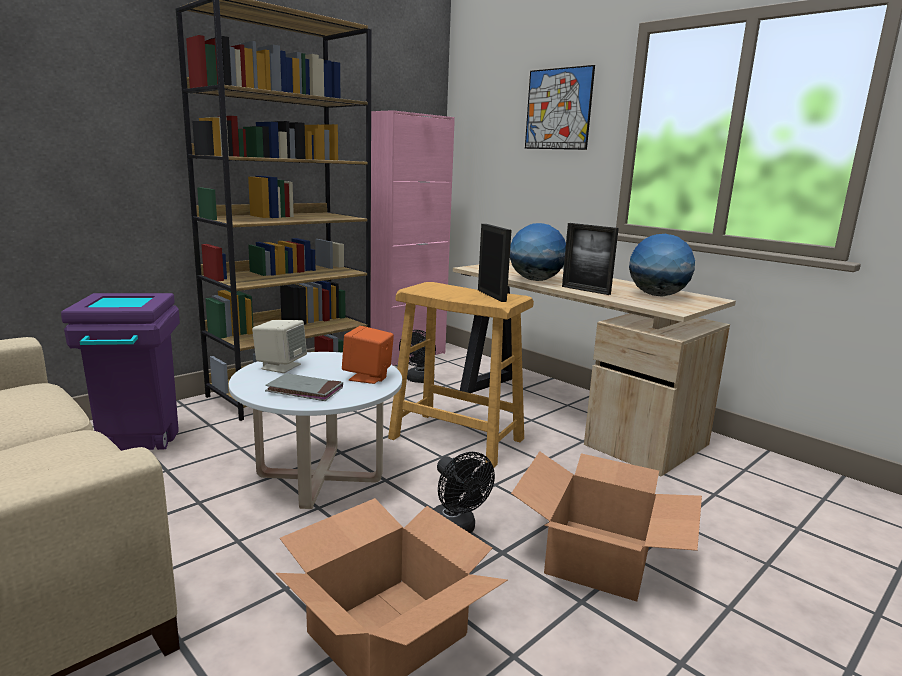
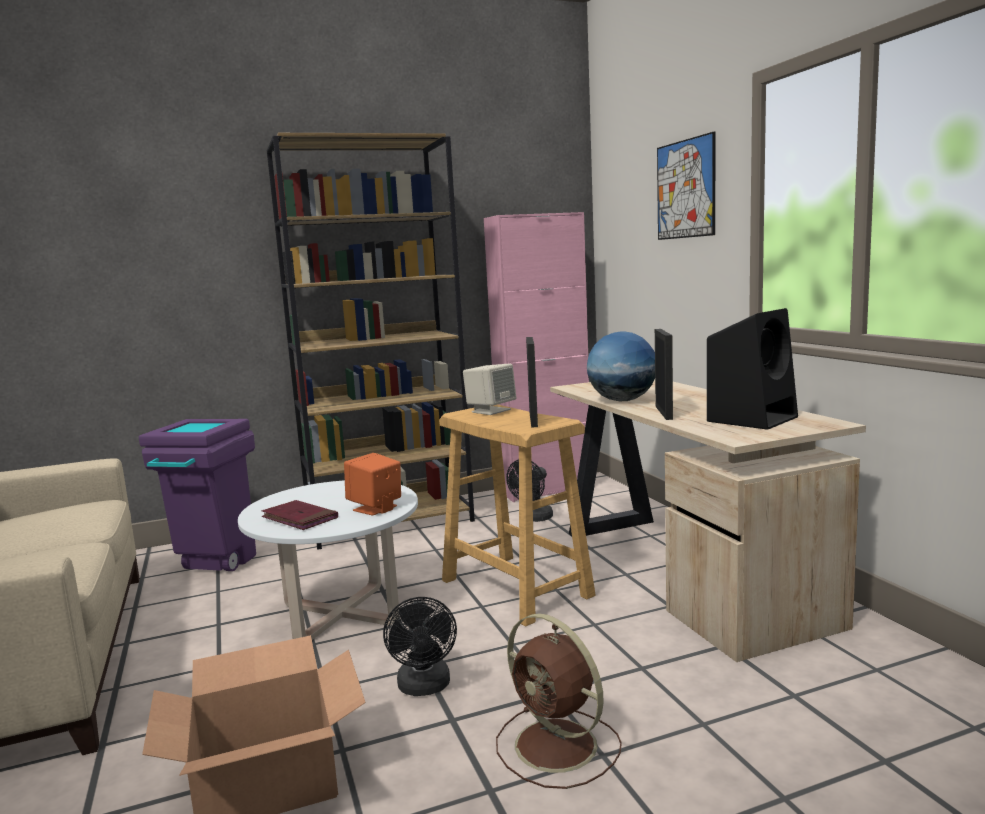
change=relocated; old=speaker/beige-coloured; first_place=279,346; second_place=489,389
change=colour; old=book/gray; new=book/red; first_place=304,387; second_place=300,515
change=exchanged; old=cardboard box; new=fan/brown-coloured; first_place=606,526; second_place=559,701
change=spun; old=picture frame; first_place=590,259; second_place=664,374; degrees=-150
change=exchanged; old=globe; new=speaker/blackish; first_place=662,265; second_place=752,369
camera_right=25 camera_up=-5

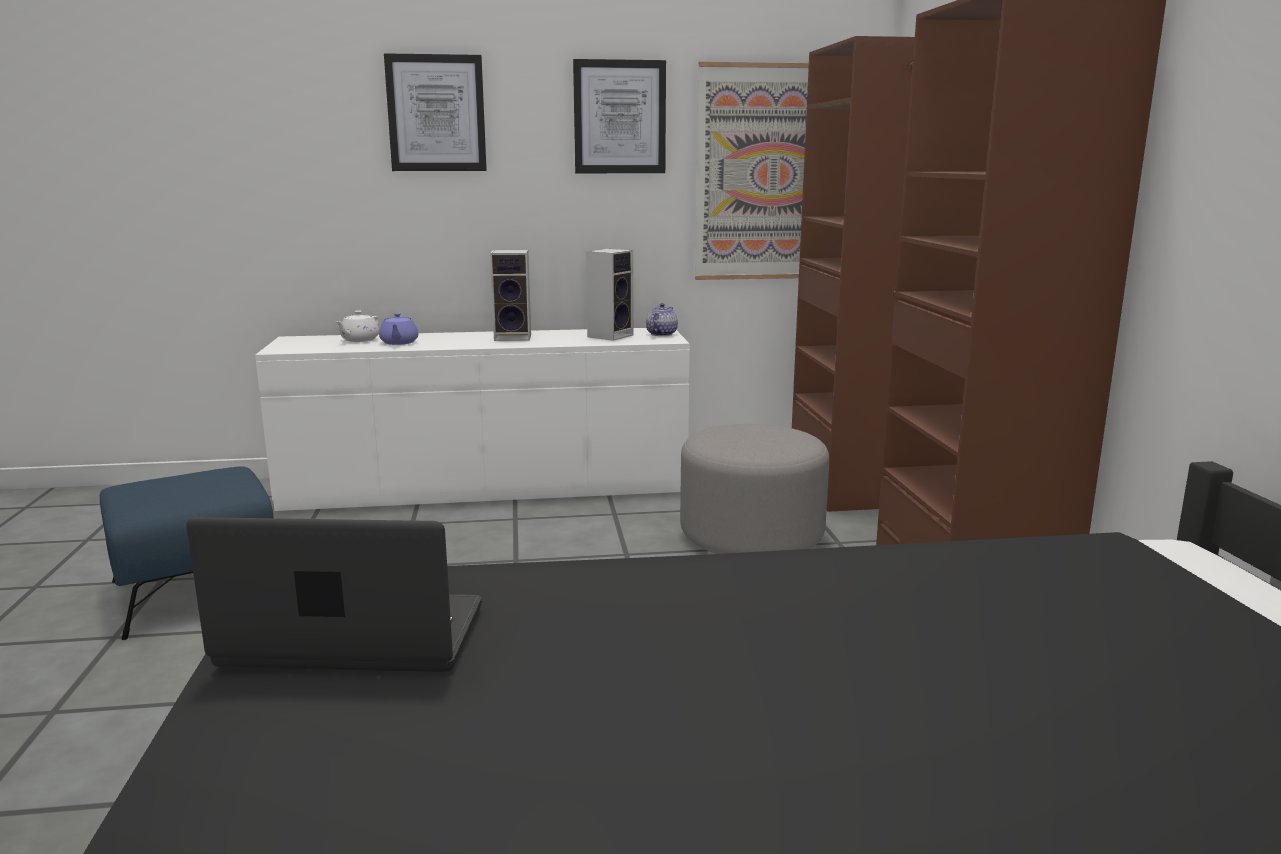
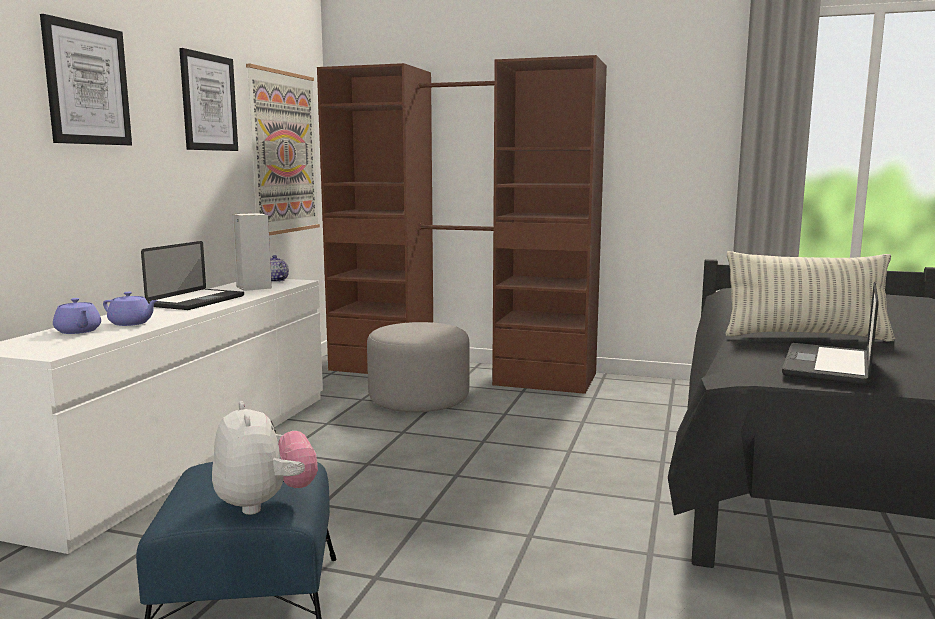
change=colour; old=tea pot/white; new=tea pot/purple-coloured; first_place=357,326; second_place=77,316
change=exchanged; old=speaker; new=laptop; first_place=510,295; second_place=192,275
change=appeared; new=cuddly toy; second_place=265,458
change=appeared; new=throw pillow; second_place=810,296
camera_right=-65 camera_up=-5

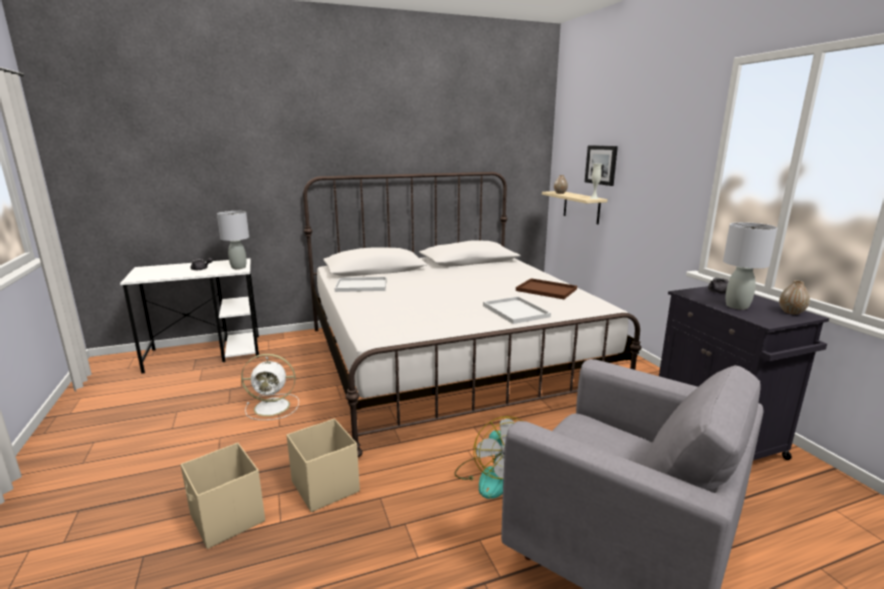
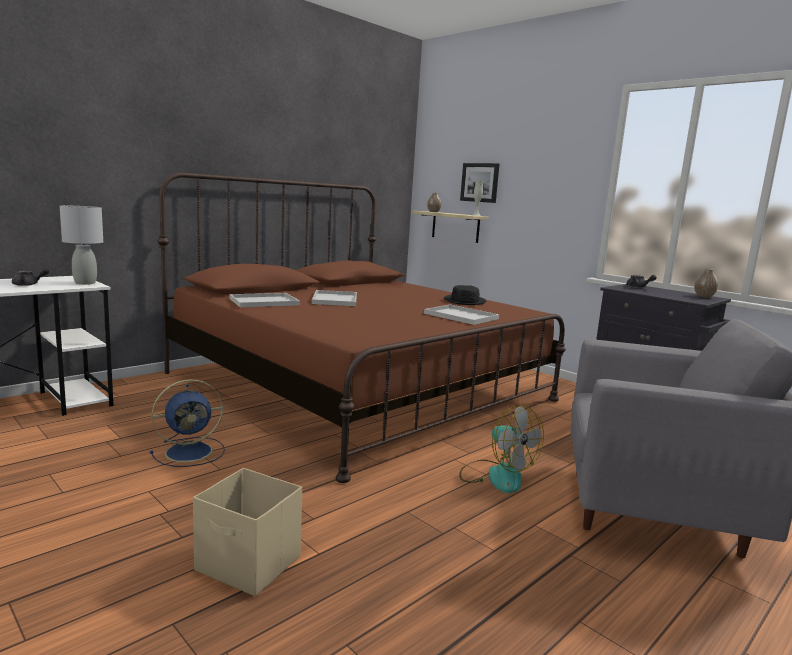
change=colour; old=fan/white; new=fan/blue; first_place=270,387; second_place=187,423
change=missing; old=storage container/beige-coloured; first_place=323,465
change=colour; old=sleeping bed/white; new=sleeping bed/brown-coloured; first_place=472,314; second_place=361,328
change=exchanged; old=serving tray/brown-coloured; new=clothing hat/blackish; first_place=546,288; second_place=465,295
change=missing; old=table lamp/gray; first_place=750,266
change=appeared; new=serving tray/white; second_place=334,298
camera_right=-25 camera_up=-5

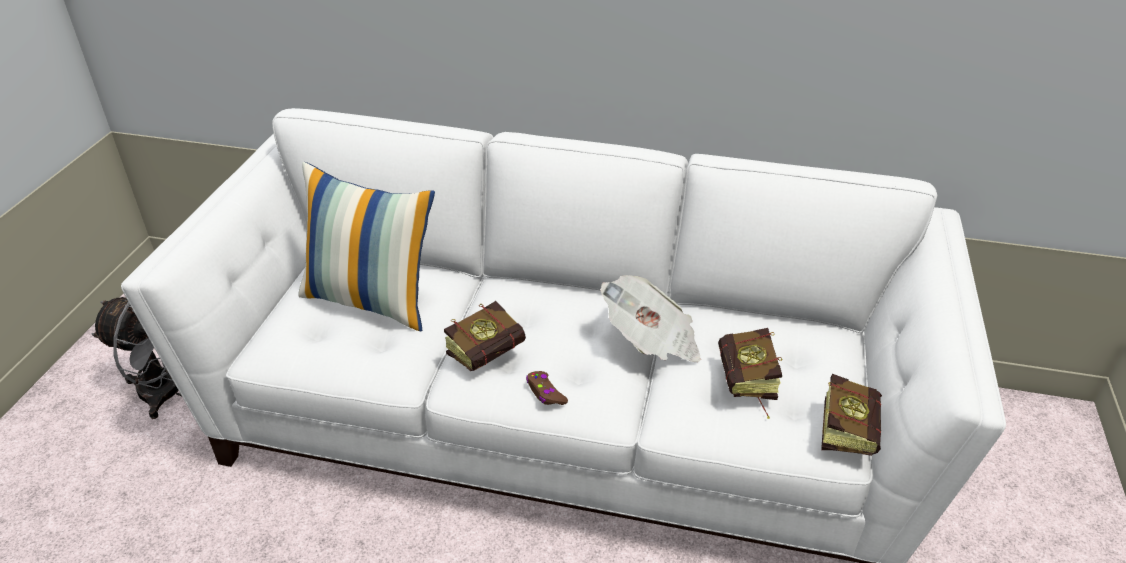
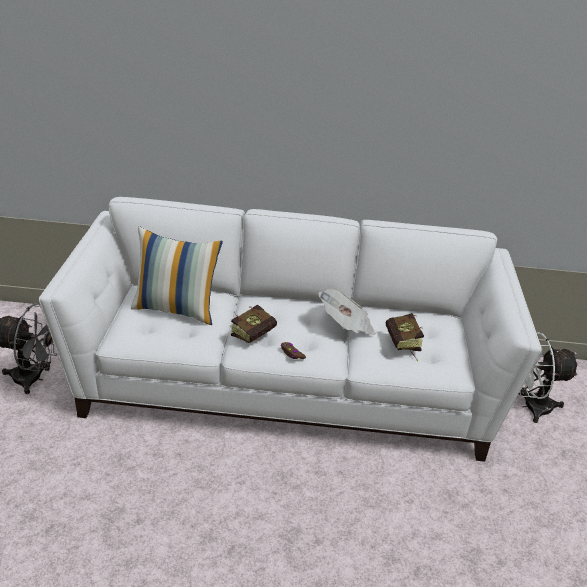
change=missing; old=book; first_place=851,415
change=appeared; new=fan/white; second_place=549,377
camera_right=-10 camera_up=-5

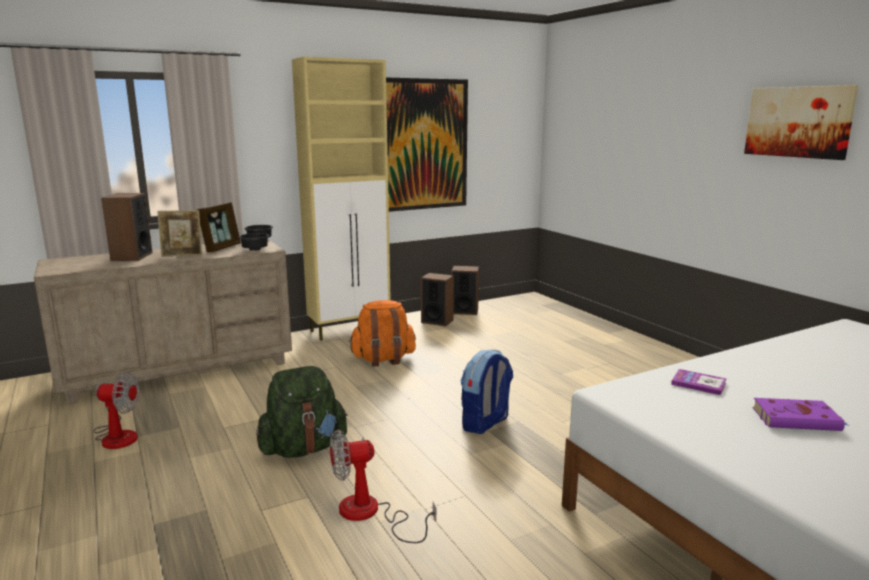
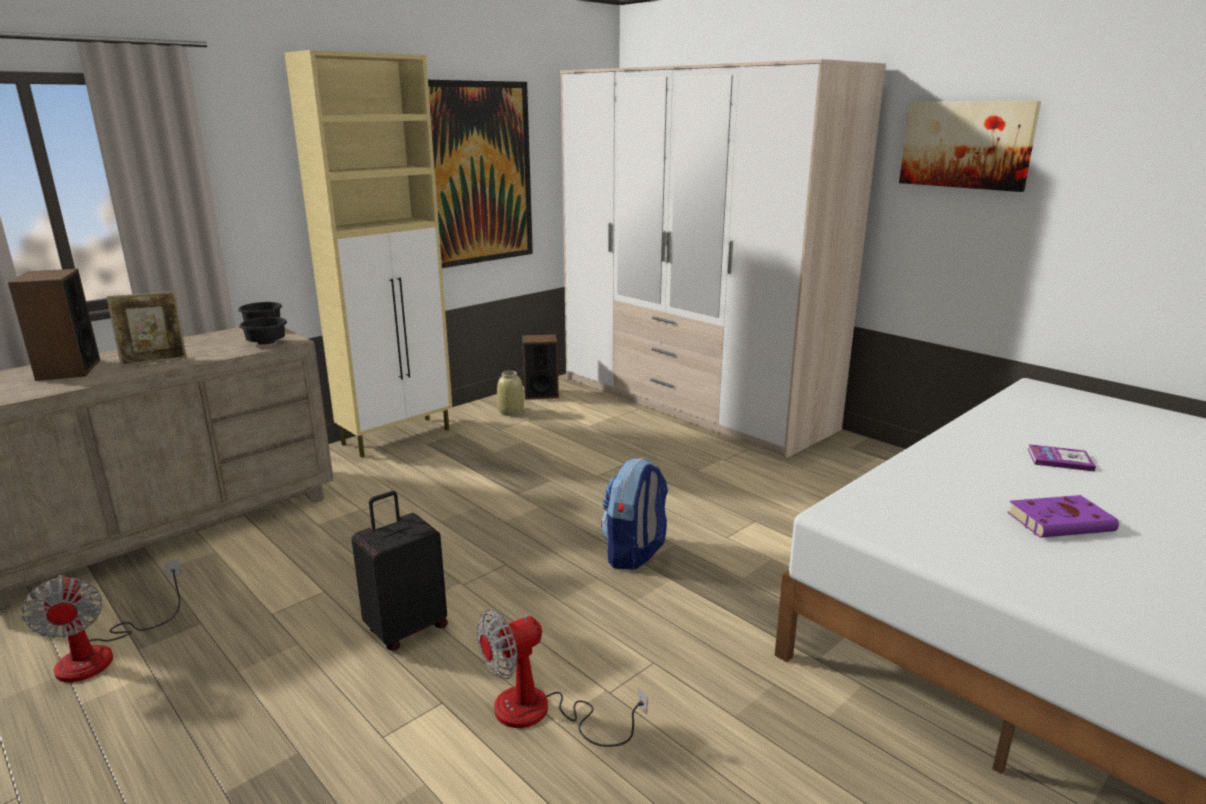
change=spun; old=fan; first_place=116,410; second_place=101,621; degrees=75
change=missing; old=picture frame; first_place=219,227
change=exchanged; old=knapsack/green; new=piece of luggage/blackish; first_place=302,412; second_place=399,571
change=missing; old=knapsack/orange-coloured; first_place=382,333
change=exchanged; old=speaker; new=decorative vase/beige-coloured; first_place=437,299; second_place=510,393
change=relocated; old=book; first_place=699,382; second_place=1062,458
change=appeared; new=clothes cupboard; second_place=723,259
camera_right=-15 camera_up=5

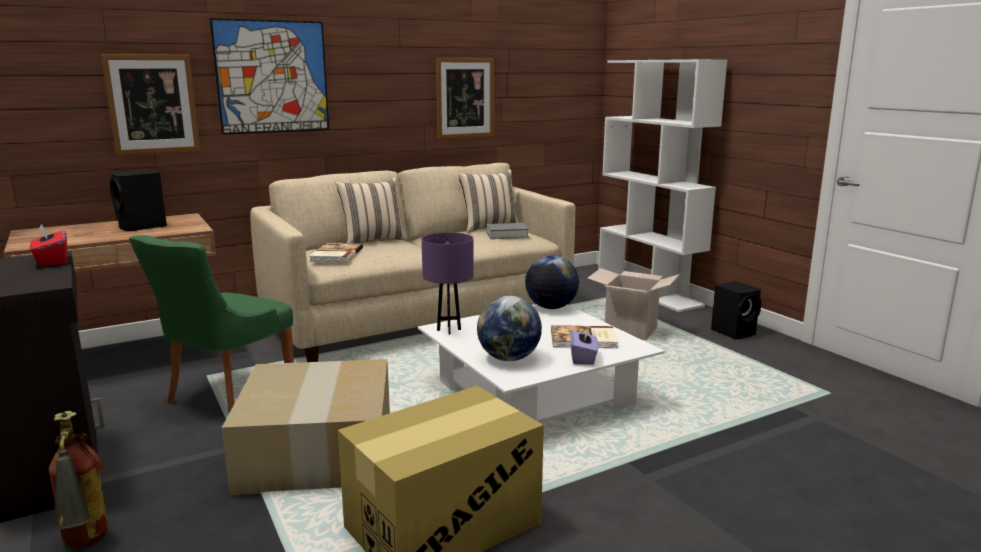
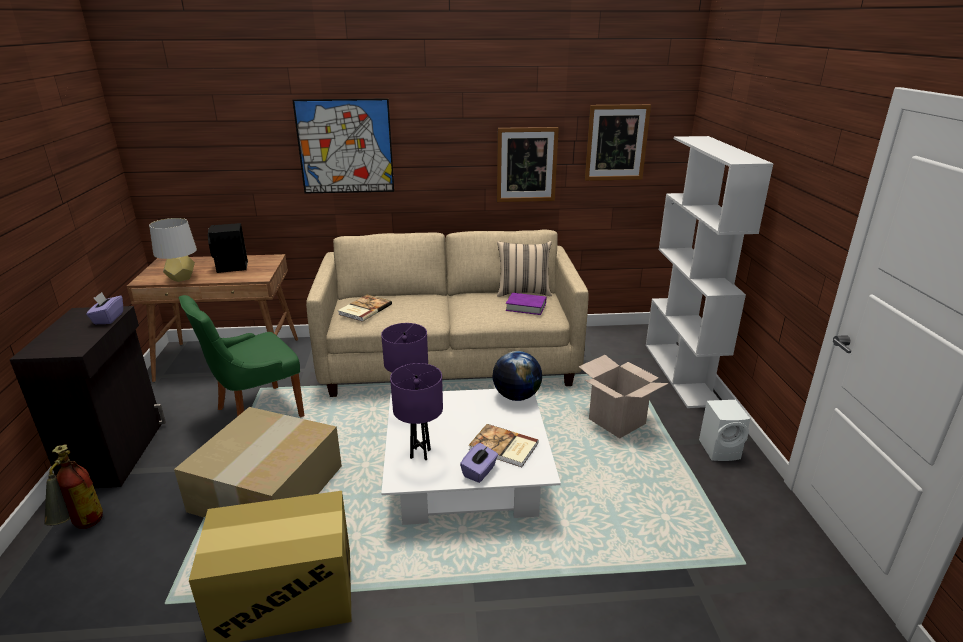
change=colour; old=tissue holder/red; new=tissue holder/purple-coloured; first_place=48,245; second_place=104,308
change=relocated; old=wall picture; first_place=150,104; second_place=618,142
change=missing; old=throw pillow/beige-coloured; first_place=371,210
change=exchanged; old=globe; new=table lamp/purple-coloured; first_place=509,328; second_place=416,411
change=colour; old=book/gray; new=book/purple-coloured; first_place=507,231; second_place=526,304
change=colour; old=speaker/blackish; new=speaker/white; first_place=736,310; second_place=725,430
change=appeared; new=table lamp/gray; second_place=173,250
camera_right=25 camera_up=10

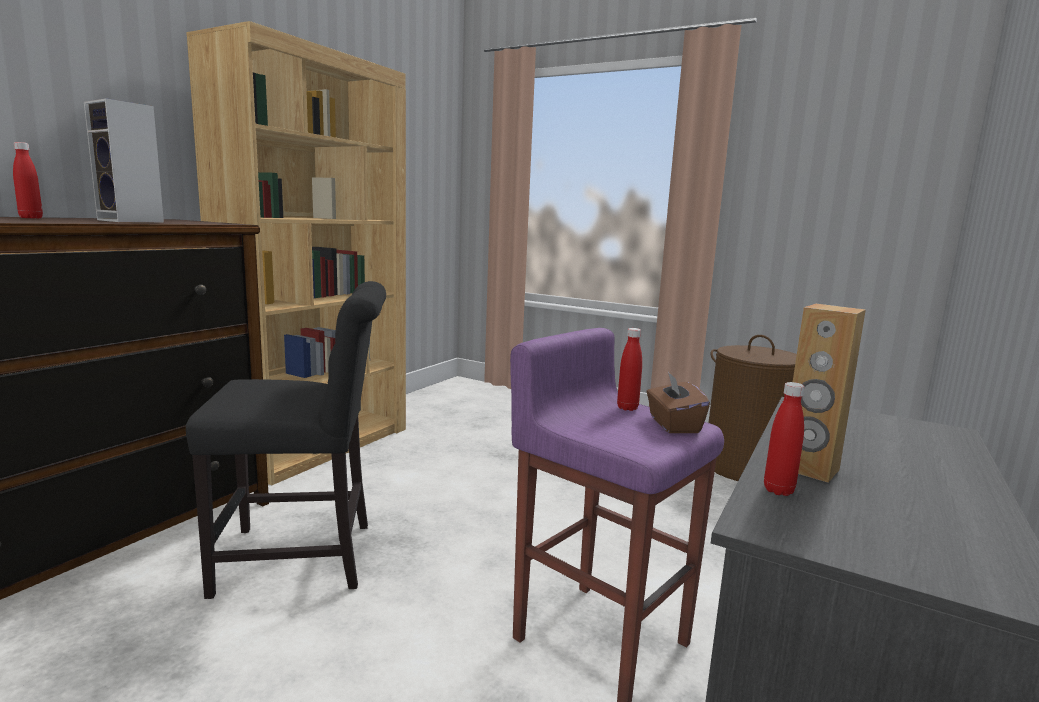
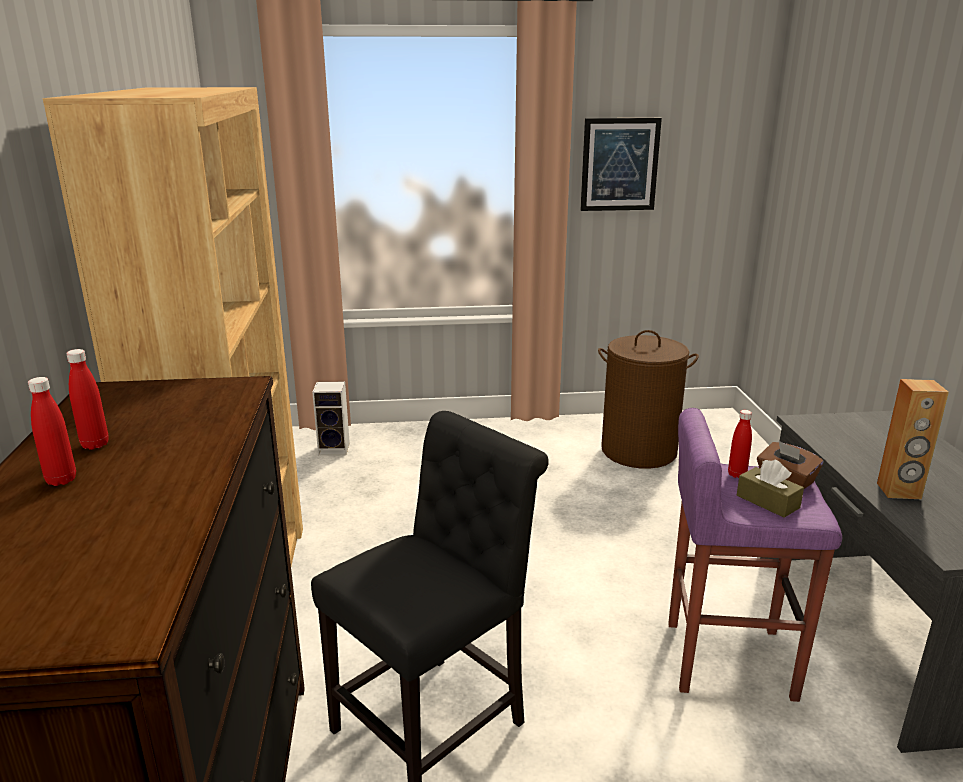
change=relocated; old=speaker; first_place=124,160; second_place=331,418
change=relocated; old=drink bottle/red; first_place=784,439; second_place=87,399
change=appeared; new=wall picture; second_place=621,164
change=appeared; new=tissue holder/brown-coloured; second_place=770,489
camera_right=-35 camera_up=10

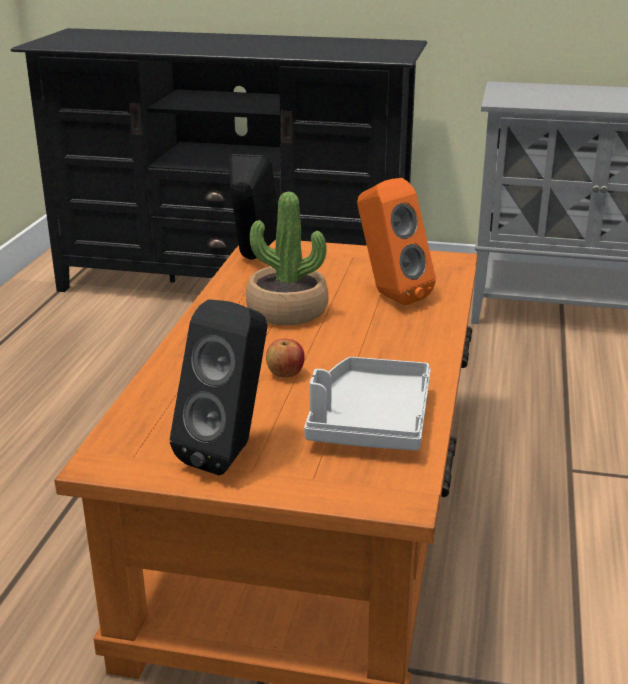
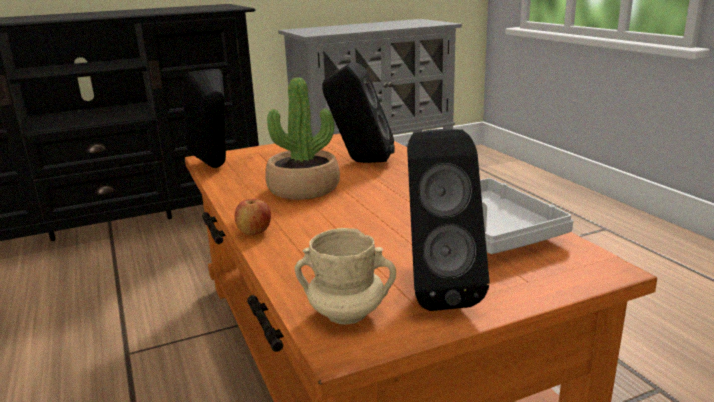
change=relocated; old=whole apple; first_place=285,358; second_place=253,217
change=colour; old=speaker/orange-coloured; new=speaker/blackish; first_place=396,242; second_place=358,112
change=appeared; new=tea mug/beige-coloured; second_place=345,276
camera_right=-35 camera_up=-5

